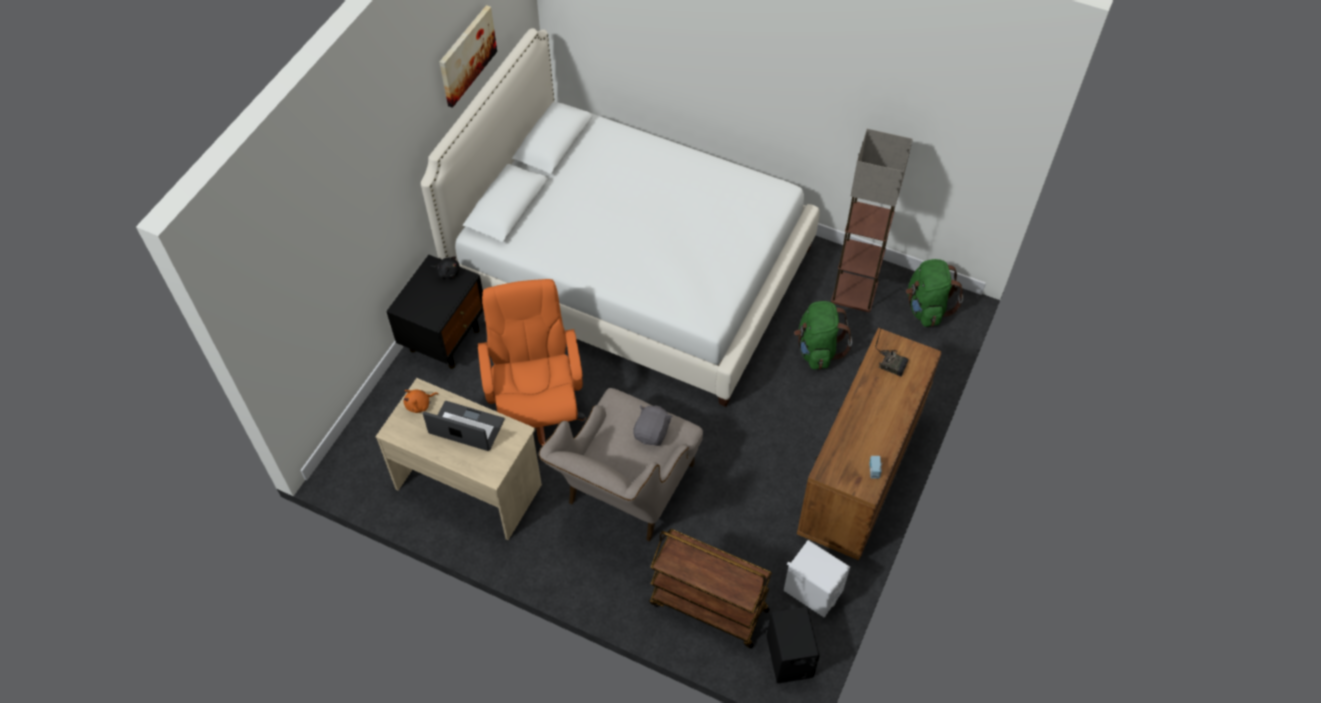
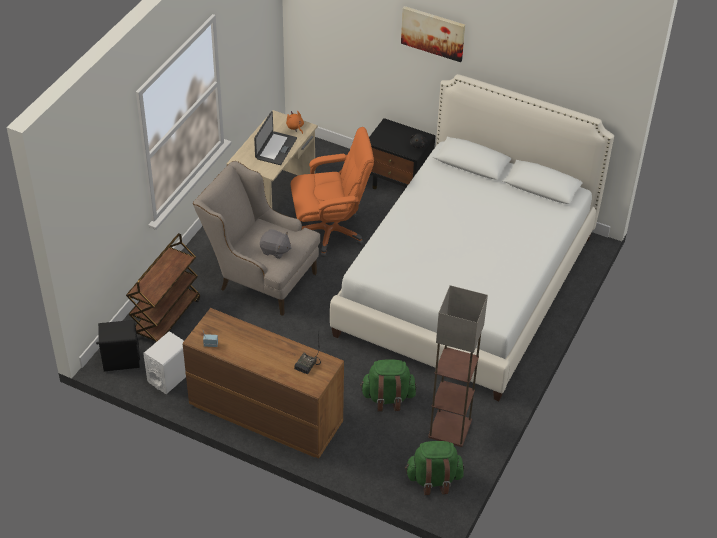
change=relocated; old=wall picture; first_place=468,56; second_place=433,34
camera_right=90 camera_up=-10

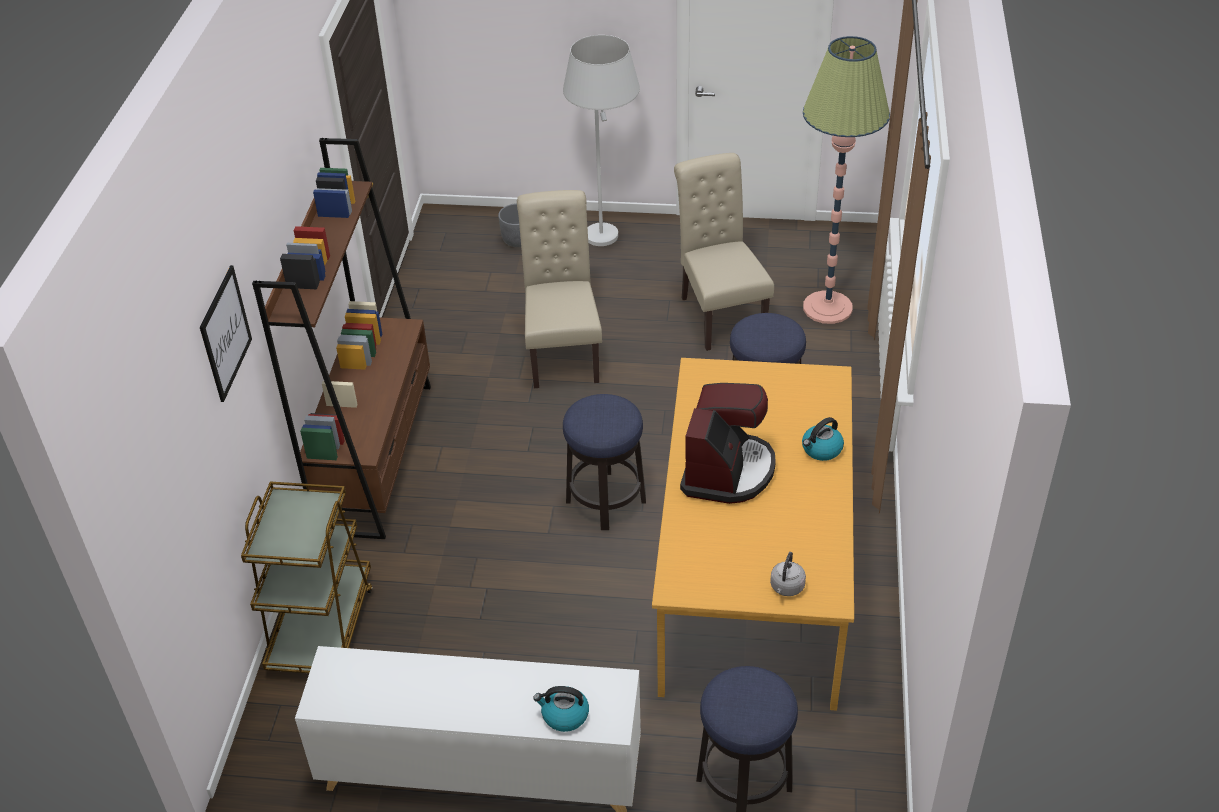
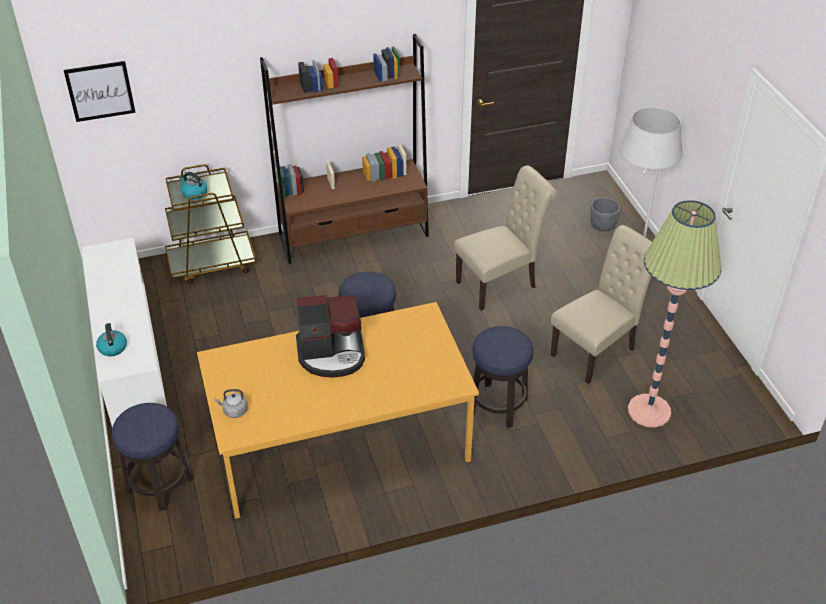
change=relocated; old=wall picture; first_place=226,333; second_place=100,91
change=relocated; old=water kettle; first_place=823,439; second_place=193,186
camera_right=65 camera_up=0

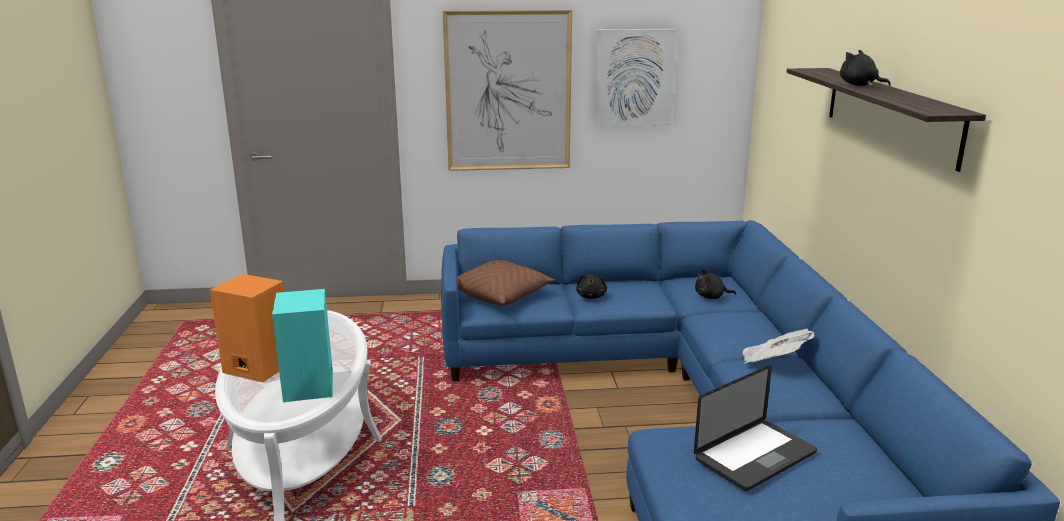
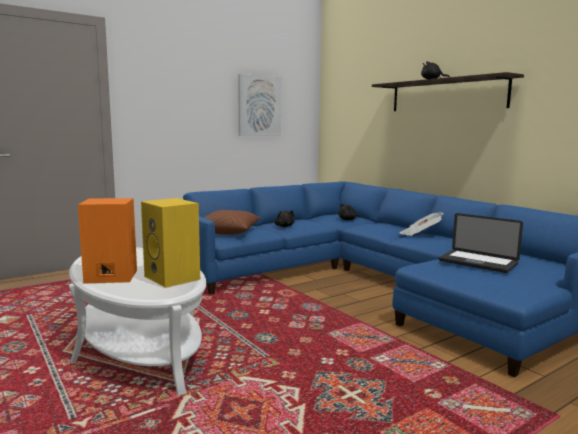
change=colour; old=speaker/blue-green; new=speaker/yellow-coloured; first_place=302,345; second_place=170,243
change=missing; old=wall picture; first_place=507,90
change=spun; old=laptop; first_place=755,428; second_place=481,243; degrees=105
camera_right=-30 camera_up=-10

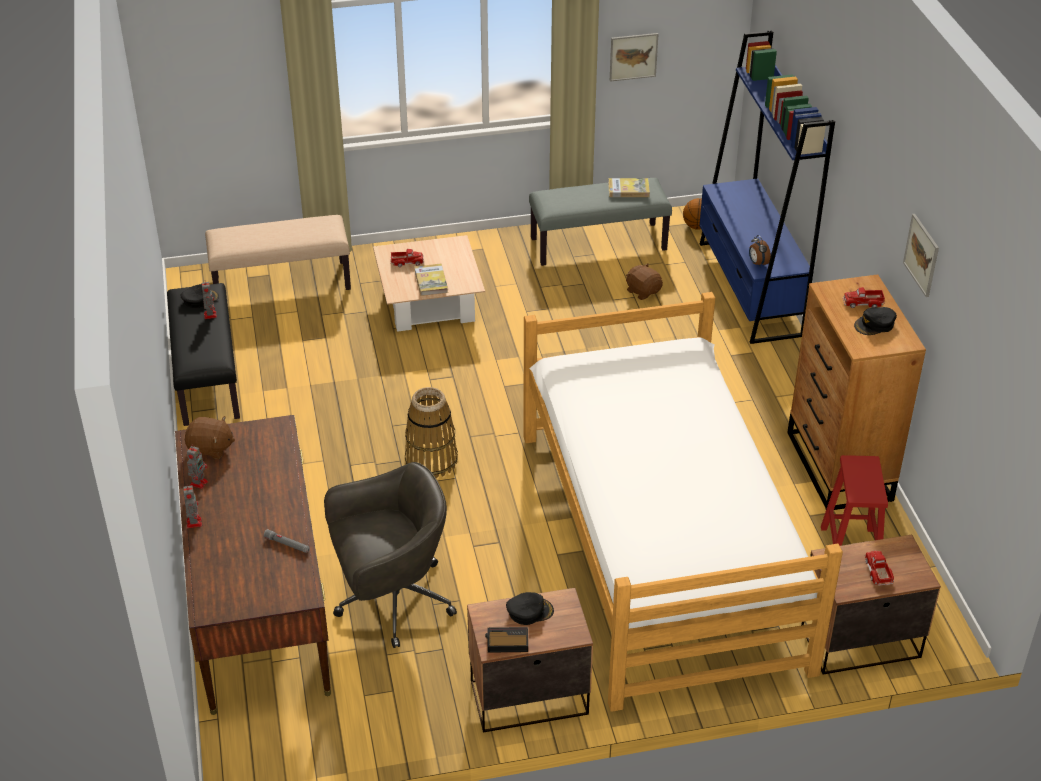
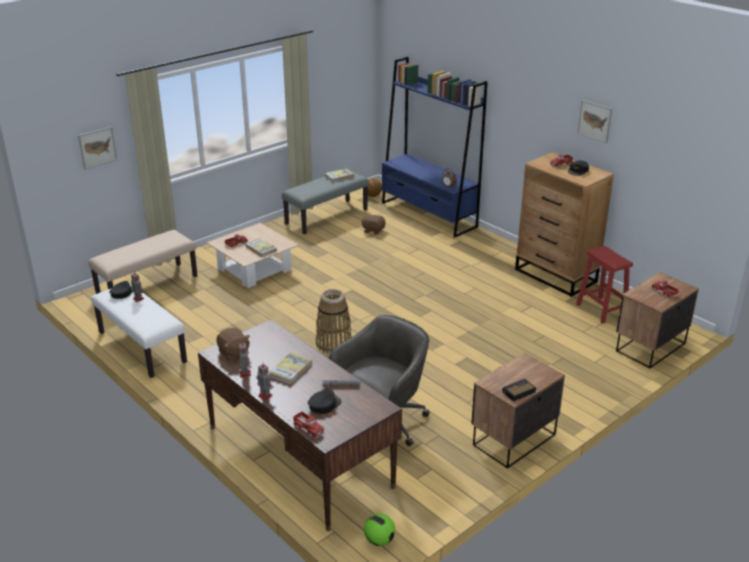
change=colour; old=long seat/blackish; new=long seat/white; first_place=203,354; second_place=139,330
change=spun; old=cuddly toy/brown-coloured; first_place=210,437; second_place=233,344; degrees=75
change=relocated; old=peaked cap/blackish; first_place=530,608; second_place=324,401
change=missing; old=sleeping bed; first_place=683,502
change=relocated; old=wall picture; first_place=634,57; second_place=97,148
change=appeared; new=book; second_place=290,368
change=appeared; new=toy lorry; second_place=309,424
change=appeared; new=football ball; second_place=379,530
camera_right=-30 camera_up=-10

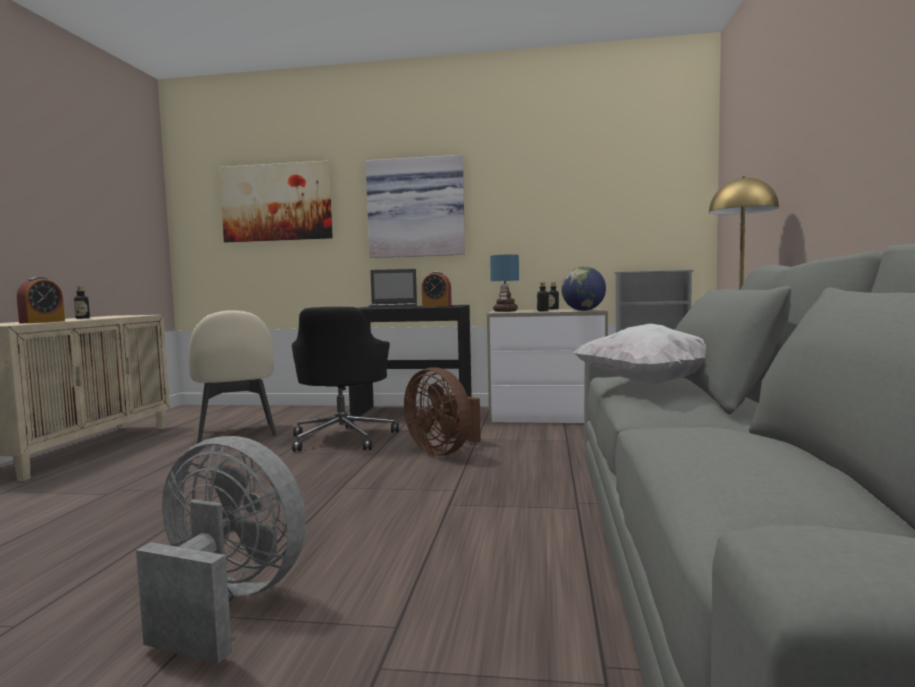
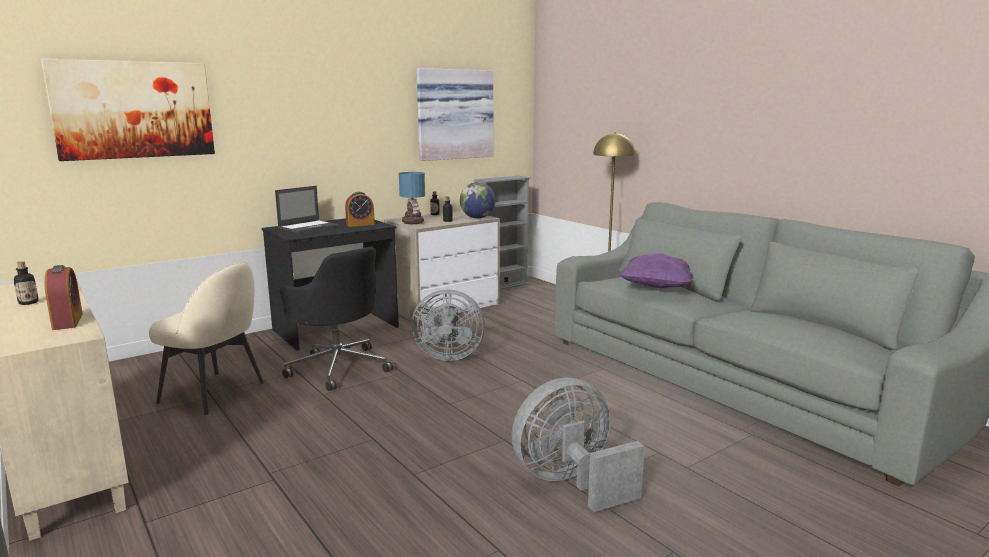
change=relocated; old=wall picture; first_place=415,206; second_place=455,114
change=colour; old=fan/brown-coloured; new=fan/gray; first_place=442,411; second_place=448,325
change=colour; old=throw pillow/white; new=throw pillow/purple-coloured; first_place=639,354; second_place=655,270
camera_right=-45 camera_up=10

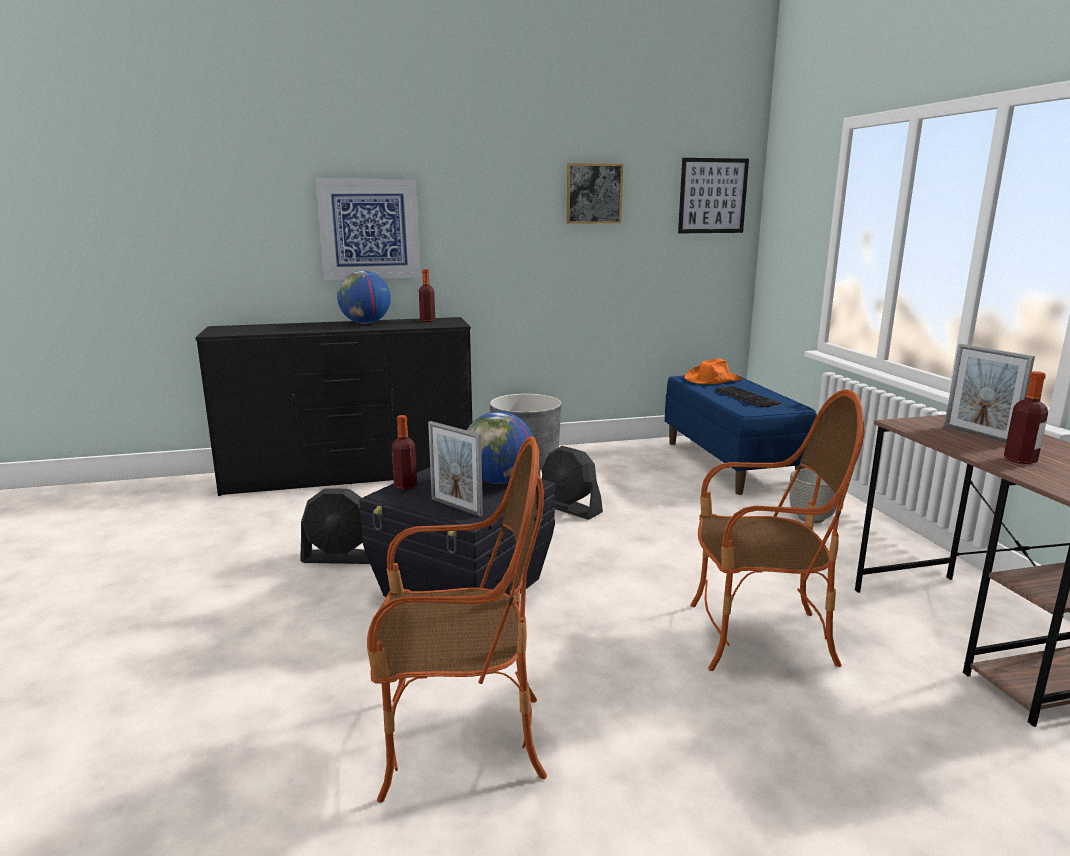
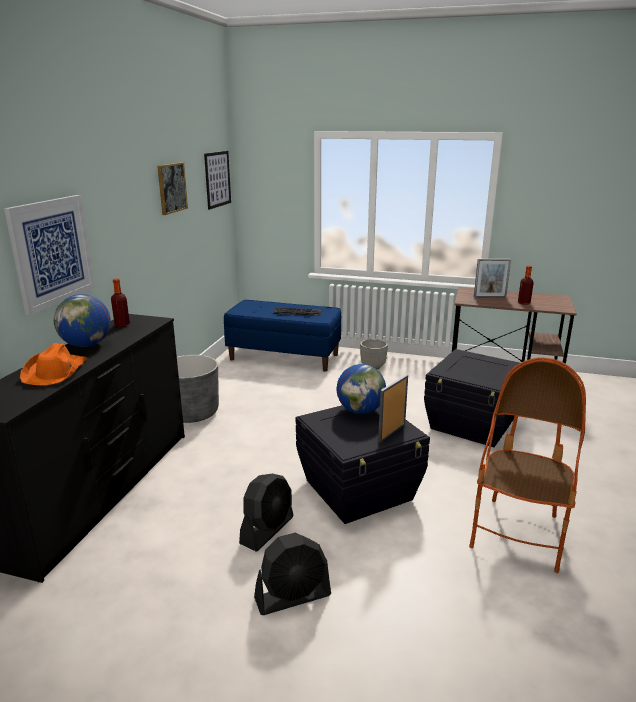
change=missing; old=drink bottle; first_place=404,452
change=spun; old=picture frame; first_place=455,469; second_place=393,408; degrees=150
change=relocated; old=fan/blackish; first_place=572,483; second_place=292,574
change=relocated; old=clothing hat/orange-coloured; first_place=713,371; second_place=54,364
change=exchanged; old=easy chair; new=storage container/blackish; first_place=778,530; second_place=473,398
camera_right=-60 camera_up=5

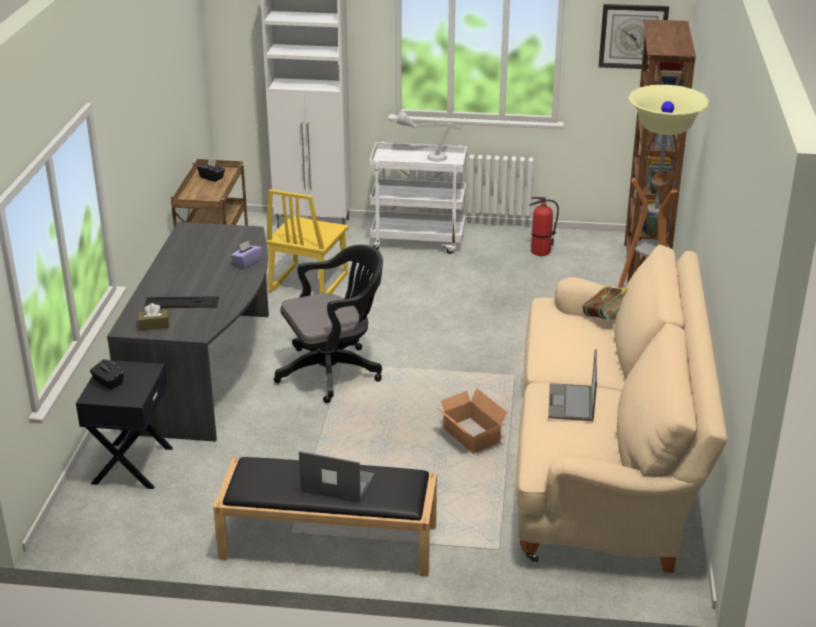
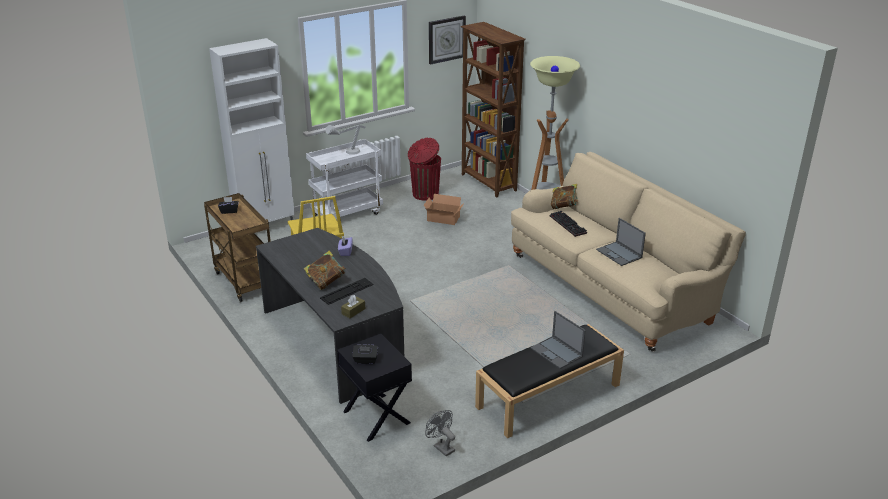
change=missing; old=desk chair/blackish; first_place=328,324
change=spun; old=laptop; first_place=337,477; second_place=558,340; degrees=-105
change=relocated; old=cardboard box; first_place=470,421; second_place=444,209
change=exchanged; old=fire extinguisher; new=rubbish bin/red; first_place=544,226; second_place=424,169
change=appeared; new=book; second_place=325,270
change=appeared; new=fan/gray; second_place=440,433
change=appeared; new=computer keyboard; second_place=568,224
camera_right=-40 camera_up=0

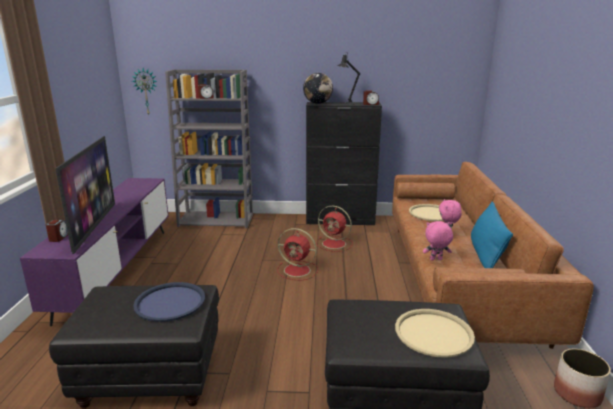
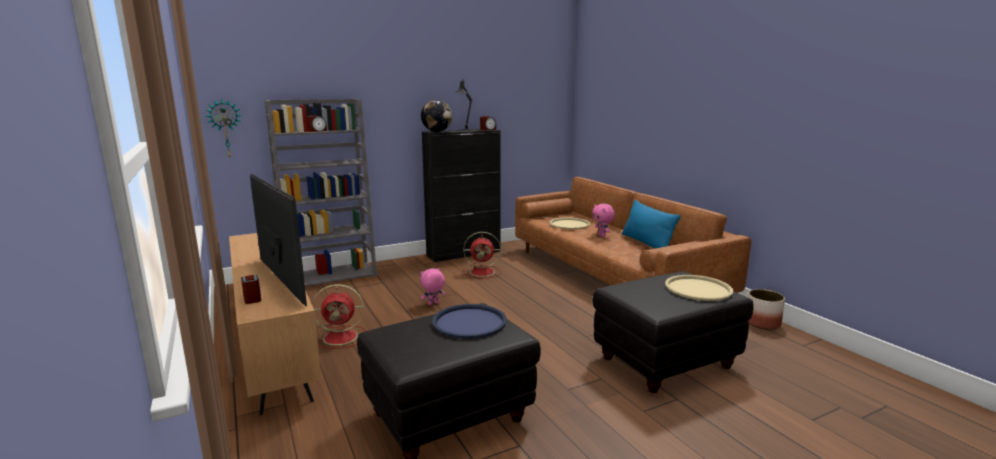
change=colour; old=tv stand/purple-coloured; new=tv stand/brown-coloured; first_place=94,252; second_place=275,324
change=relocated; old=fan/red; first_place=298,254; second_place=339,316
change=relocated; old=cuddly toy/pink; first_place=438,240; second_place=432,286
camera_right=-30 camera_up=-5

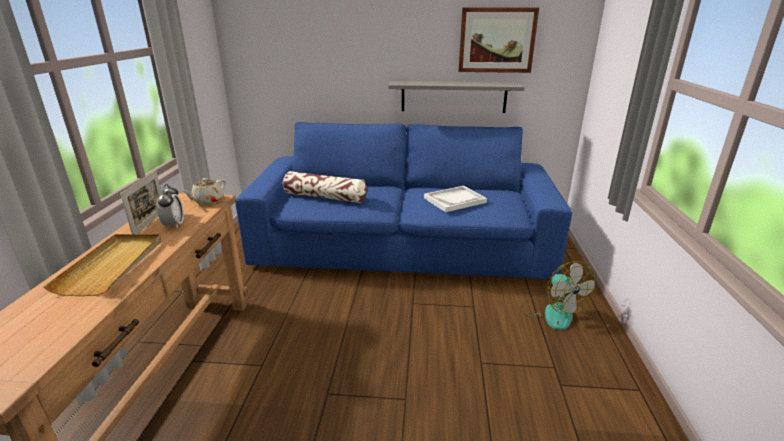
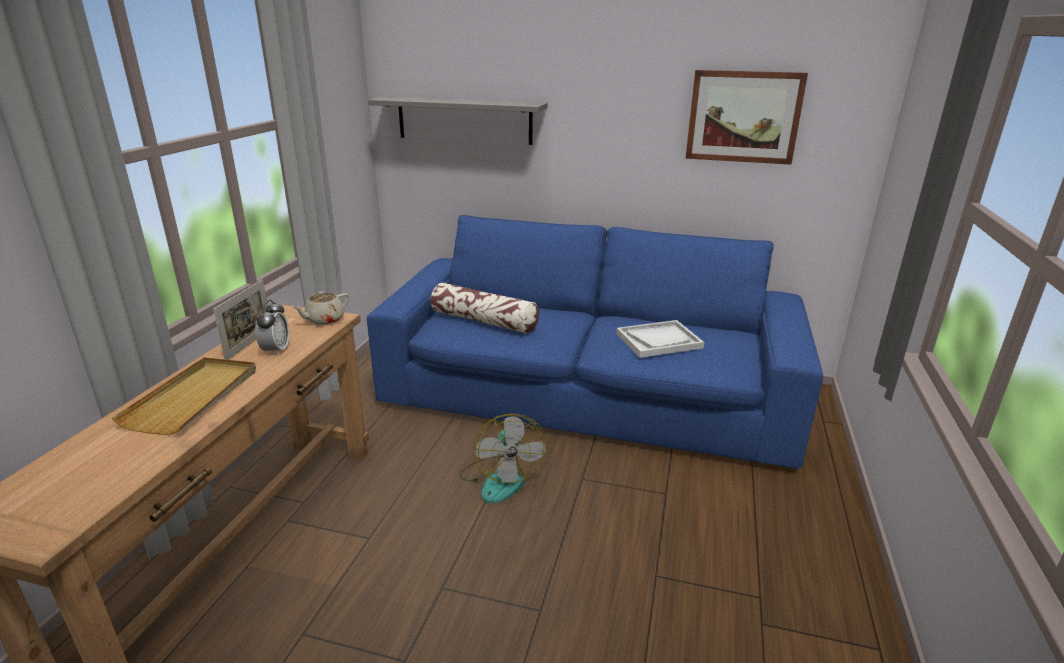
change=relocated; old=wall shelf/gray; first_place=456,97; second_place=458,120
change=relocated; old=fan; first_place=558,295; second_place=503,458
camera_right=10 camera_up=0

